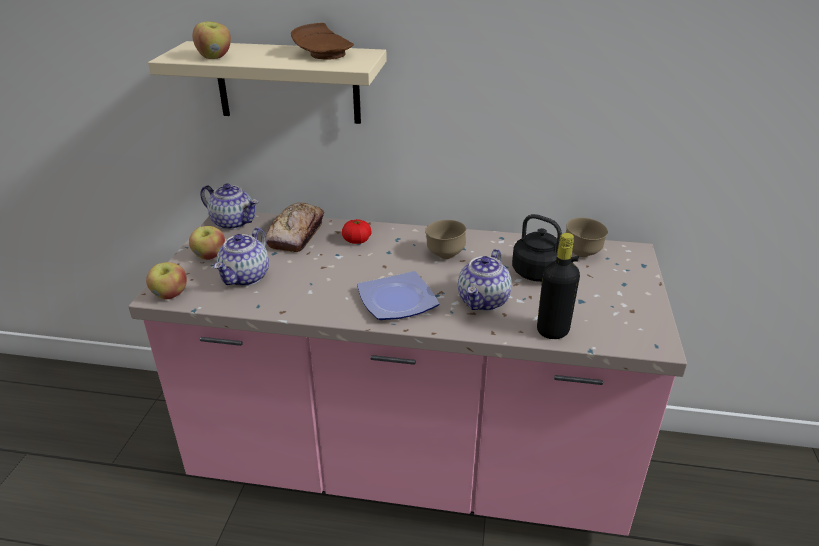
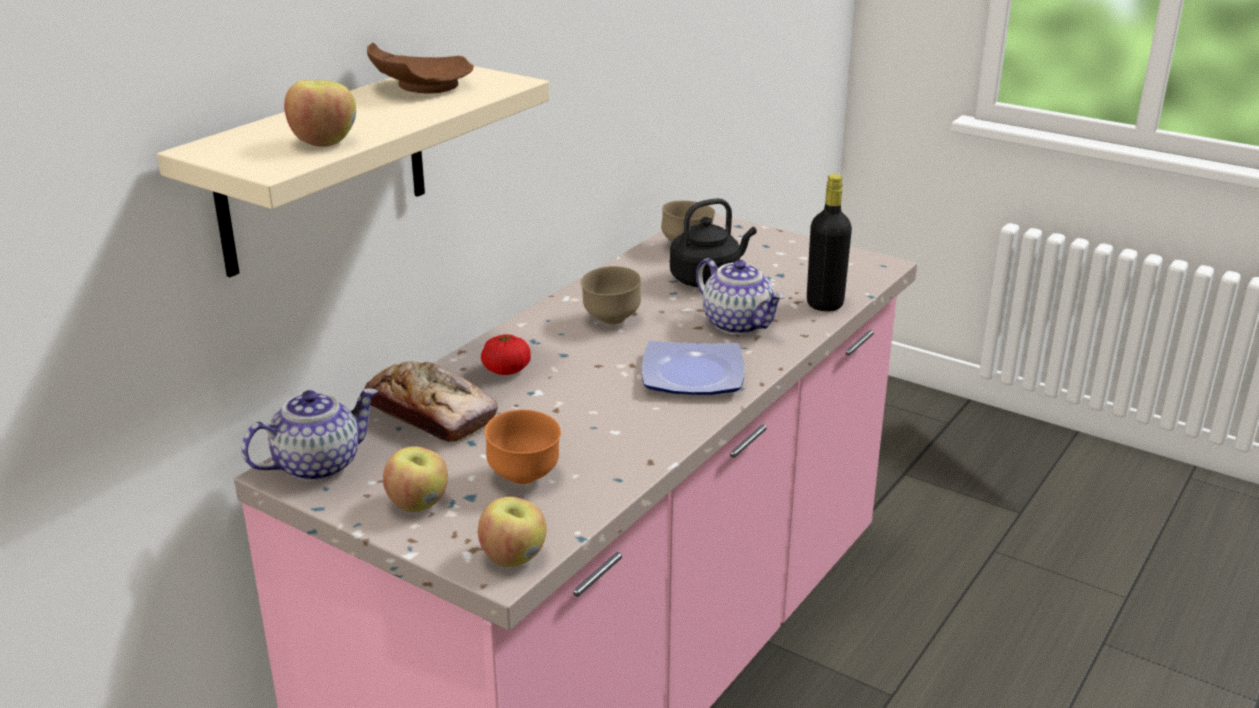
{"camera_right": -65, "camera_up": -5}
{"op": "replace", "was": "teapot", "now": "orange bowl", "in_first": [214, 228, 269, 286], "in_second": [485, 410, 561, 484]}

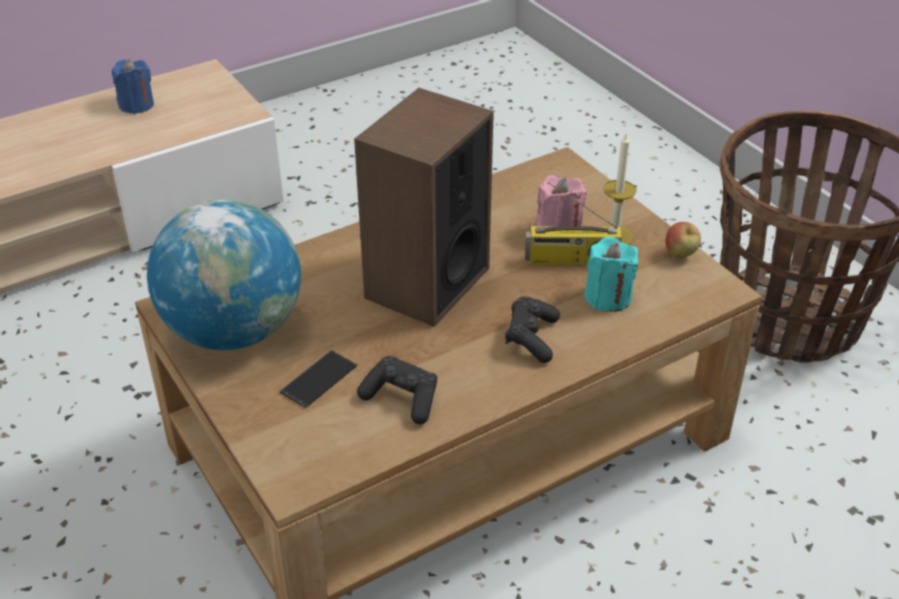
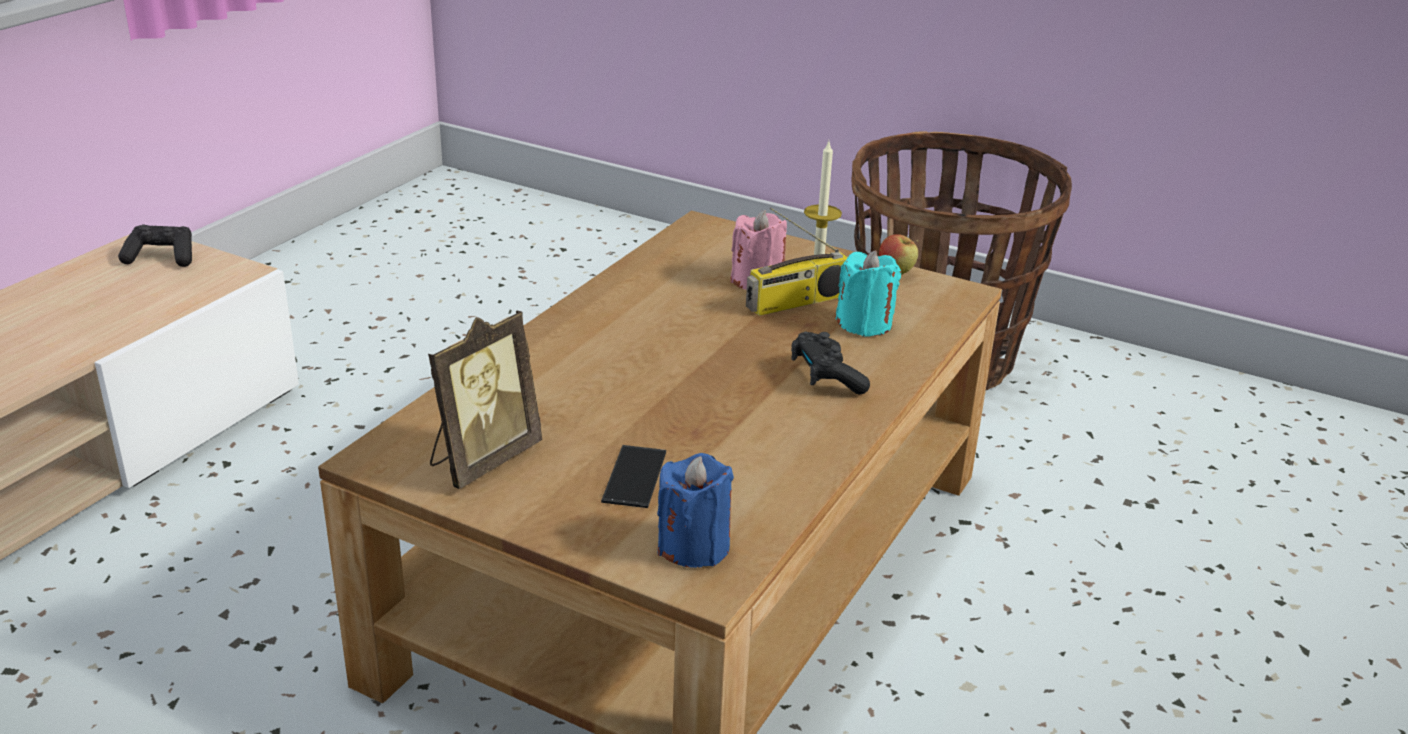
{"camera_right": -30, "camera_up": -10}
{"op": "delete", "was": "speaker", "in_first": [354, 88, 494, 327]}
{"op": "move", "was": "blue candle", "in_first": [112, 59, 154, 114], "in_second": [657, 453, 734, 568]}
{"op": "move", "was": "black game controller", "in_first": [357, 356, 437, 424], "in_second": [118, 225, 192, 267]}
{"op": "replace", "was": "globe", "now": "picture frame", "in_first": [147, 199, 301, 350], "in_second": [428, 311, 542, 489]}

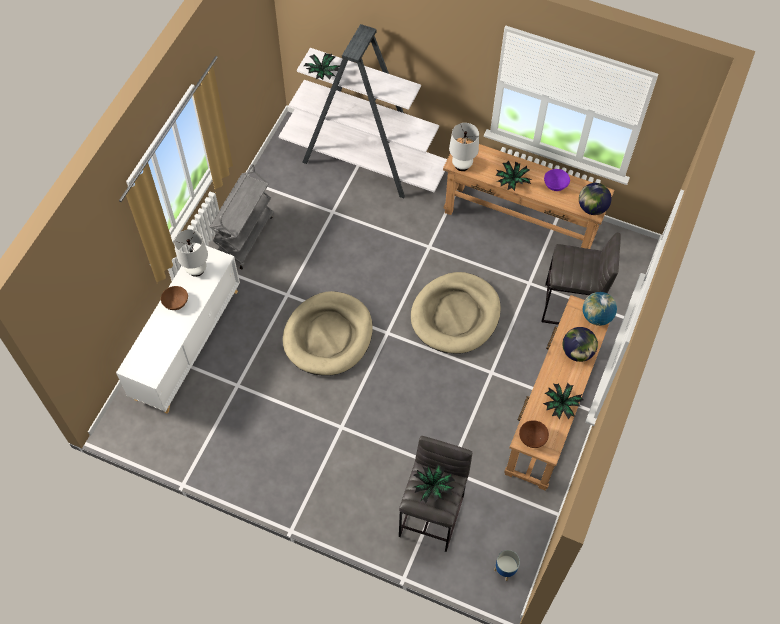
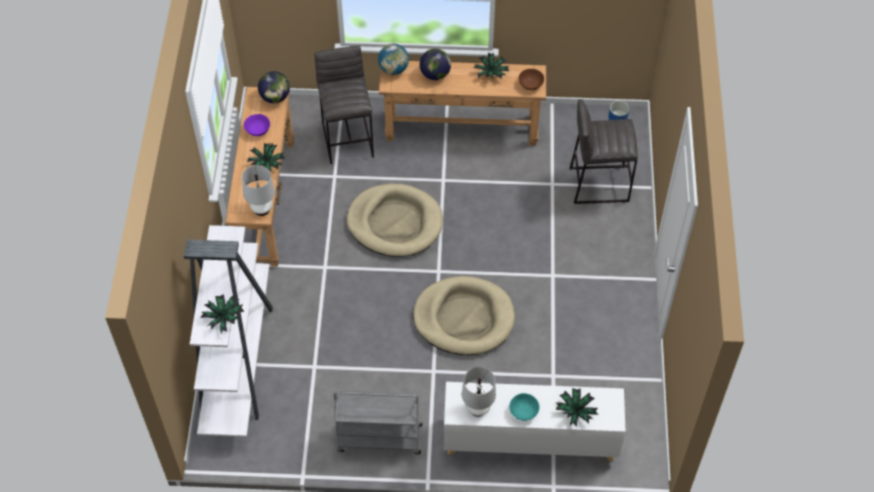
{"camera_right": -110, "camera_up": -5}
{"op": "move", "was": "potted plant", "in_first": [414, 464, 455, 503], "in_second": [556, 388, 598, 427]}
{"op": "recolor", "was": "brown bowl", "now": "turquoise bowl", "in_first": [161, 286, 188, 310], "in_second": [509, 393, 540, 421]}

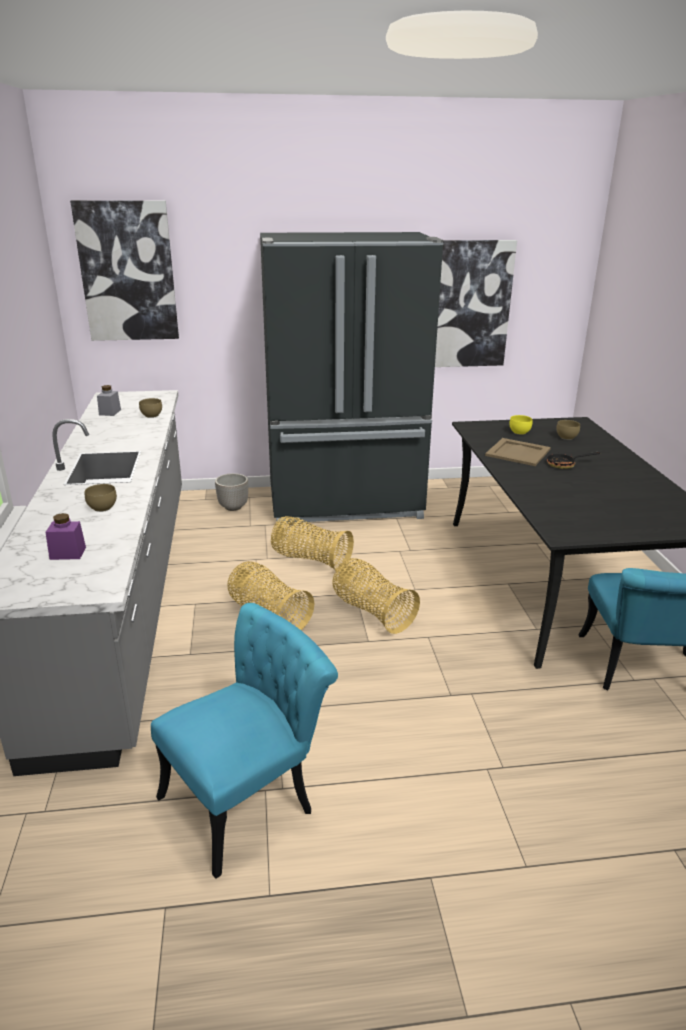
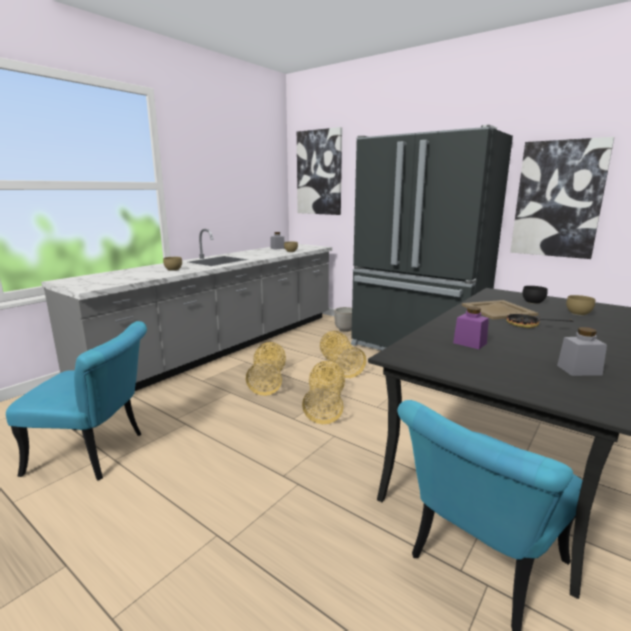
{"camera_right": 45, "camera_up": -10}
{"op": "insert", "now": "grey jar", "in_second": [557, 327, 607, 376]}
{"op": "move", "was": "purple jar", "in_first": [45, 513, 86, 560], "in_second": [453, 306, 489, 349]}
{"op": "recolor", "was": "yellow bowl", "now": "black bowl", "in_first": [509, 415, 532, 435], "in_second": [522, 286, 548, 304]}

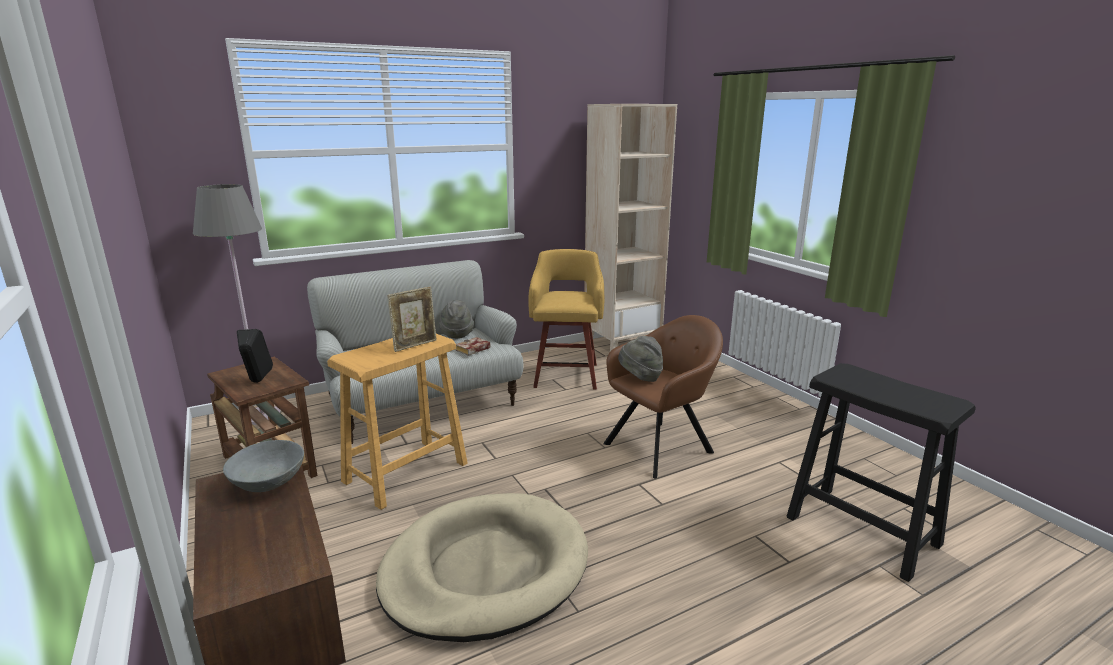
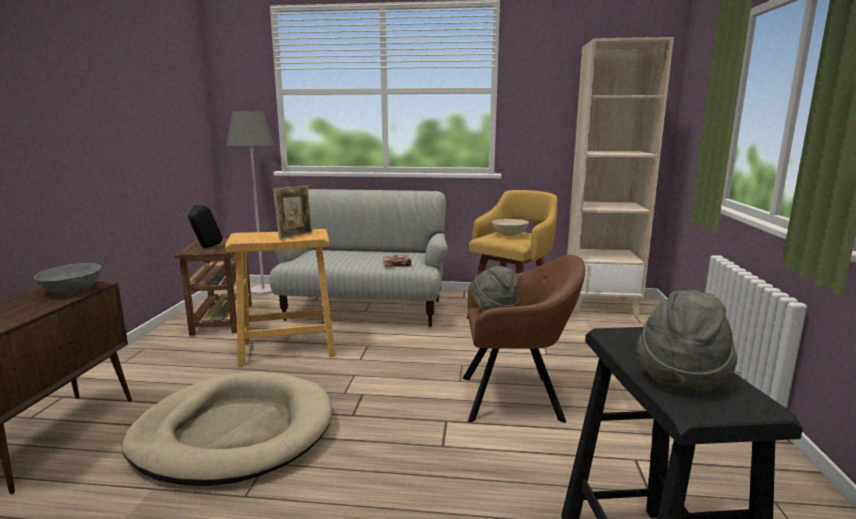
{"camera_right": 35, "camera_up": -5}
{"op": "insert", "now": "beige bowl", "in_second": [492, 219, 529, 236]}
{"op": "move", "was": "grey hat", "in_first": [439, 300, 474, 339], "in_second": [637, 290, 737, 395]}
{"op": "rotate", "was": "picture frame", "in_first": [387, 287, 437, 352], "in_second": [273, 186, 313, 240], "clockwise": -45}

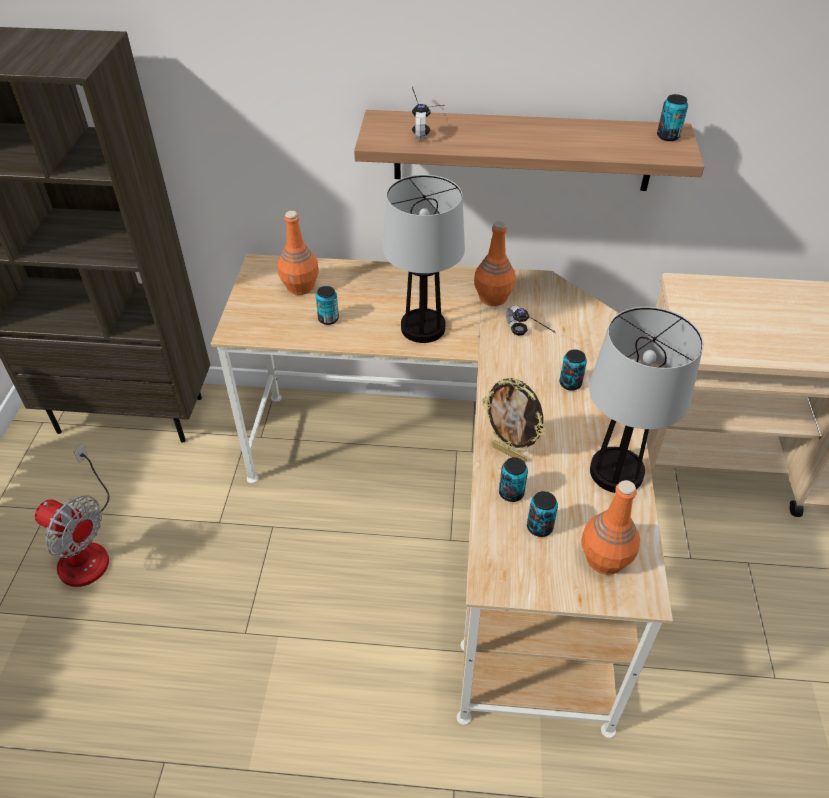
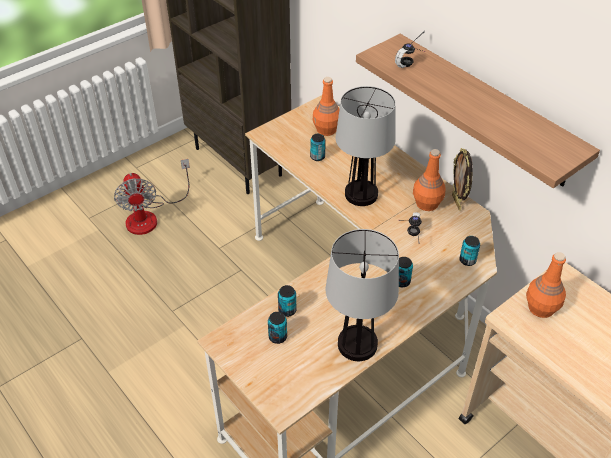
{"camera_right": 45, "camera_up": 0}
{"op": "move", "was": "picture frame", "in_first": [482, 378, 545, 462], "in_second": [452, 148, 473, 211]}
{"op": "move", "was": "orange bottle", "in_first": [581, 480, 640, 575], "in_second": [526, 252, 566, 318]}
{"op": "move", "was": "can", "in_first": [657, 94, 688, 141], "in_second": [459, 236, 480, 266]}

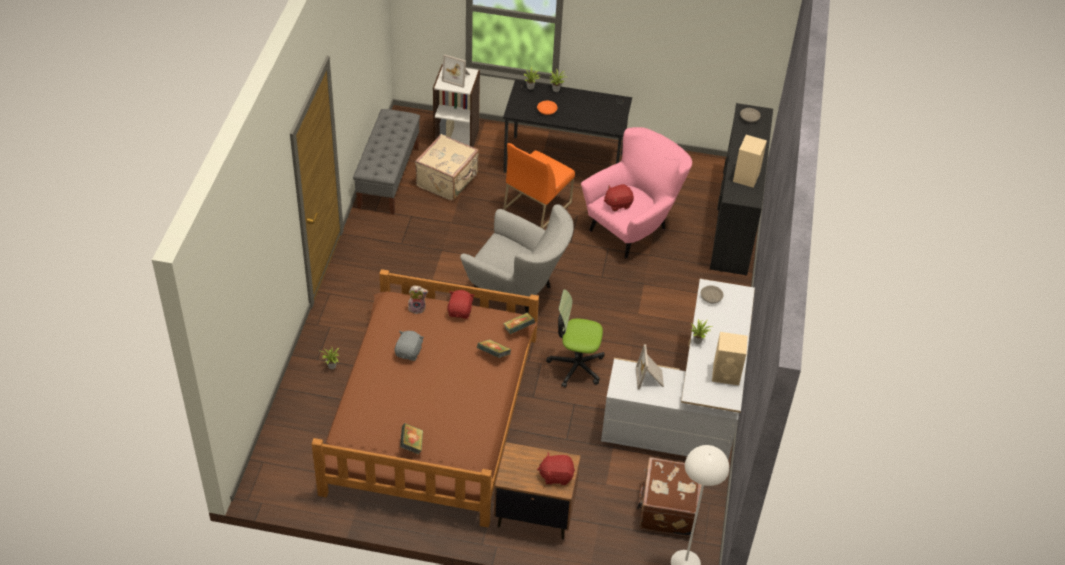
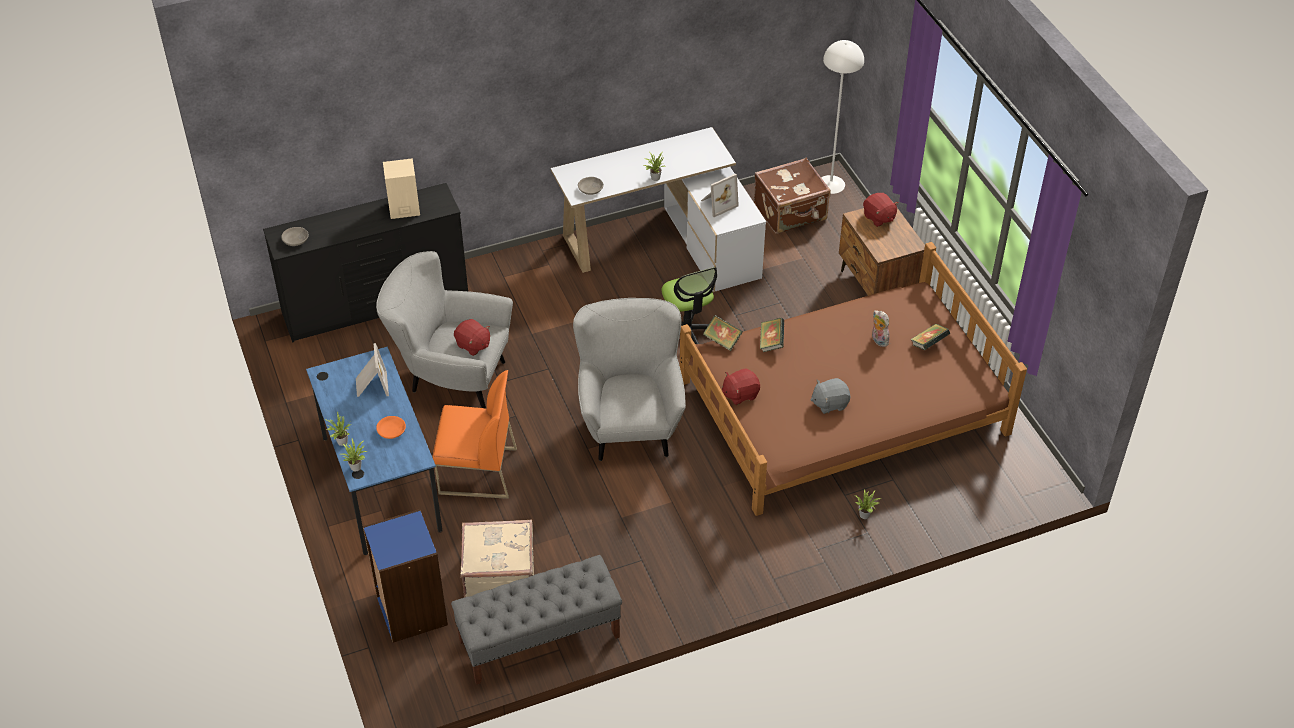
{"camera_right": -120, "camera_up": 0}
{"op": "delete", "was": "beige speaker", "in_first": [712, 332, 748, 385]}
{"op": "move", "was": "plush toy", "in_first": [408, 286, 428, 314], "in_second": [872, 310, 889, 347]}
{"op": "move", "was": "picture frame", "in_first": [442, 54, 470, 88], "in_second": [356, 343, 389, 397]}
{"op": "recolor", "was": "white bookcase", "now": "blue bookcase", "in_first": [433, 64, 480, 147], "in_second": [363, 509, 448, 643]}
{"op": "recolor", "was": "black desk", "now": "blue desk", "in_first": [503, 80, 632, 173], "in_second": [306, 347, 443, 555]}
{"op": "recolor", "was": "pink armchair", "now": "grey armchair", "in_first": [581, 127, 692, 259], "in_second": [376, 251, 513, 408]}

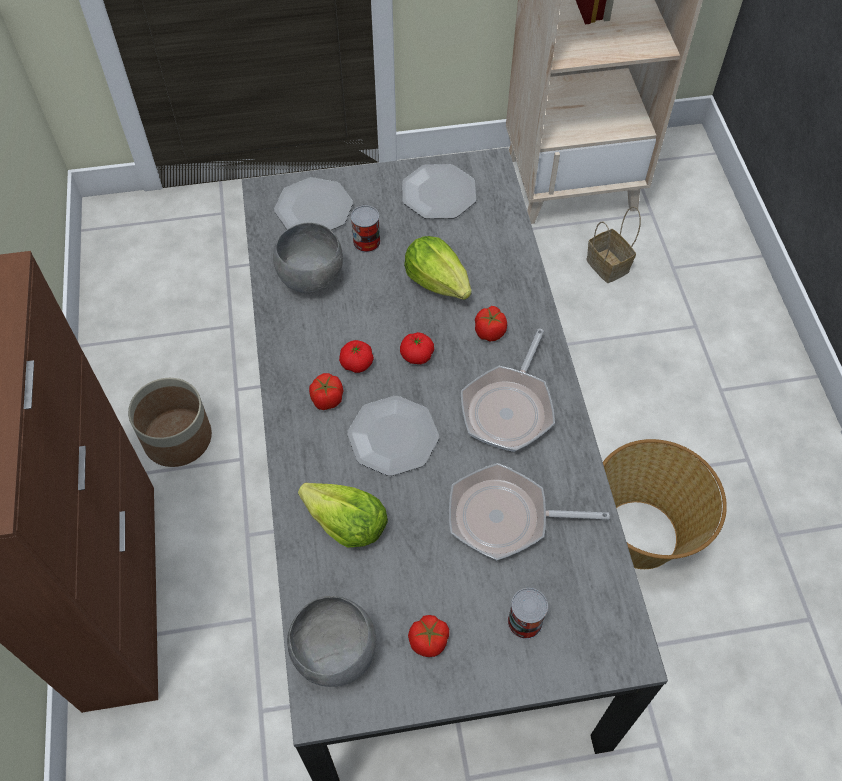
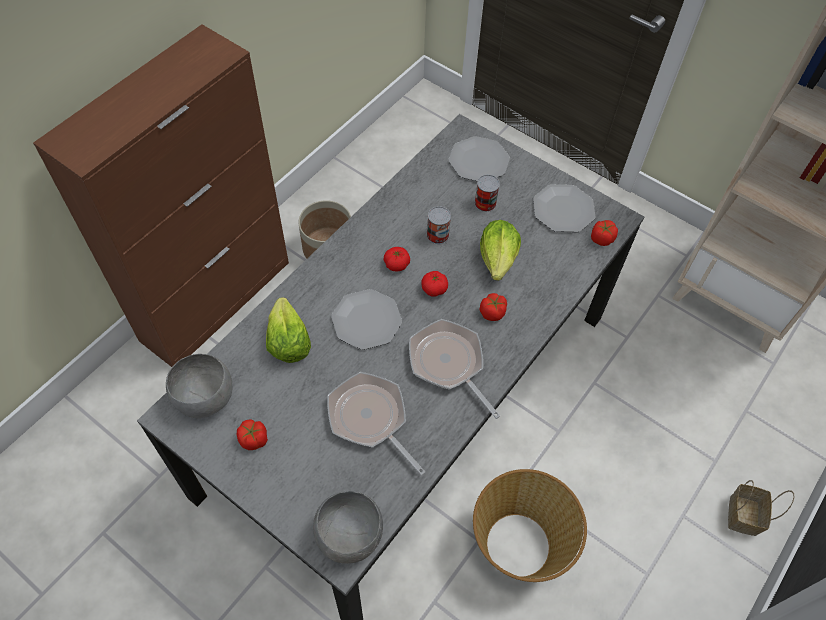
{"camera_right": 45, "camera_up": 0}
{"op": "move", "was": "grey bowl", "in_first": [273, 222, 343, 293], "in_second": [313, 491, 383, 564]}
{"op": "move", "was": "tomato", "in_first": [309, 373, 343, 410], "in_second": [591, 220, 618, 246]}
{"op": "move", "was": "can", "in_first": [508, 588, 548, 639], "in_second": [427, 206, 451, 244]}
{"op": "move", "was": "basket", "in_first": [586, 206, 641, 283], "in_second": [728, 480, 794, 536]}
{"op": "rotate", "was": "frying pan", "in_first": [461, 328, 555, 452], "in_second": [409, 319, 500, 419], "clockwise": 75}

